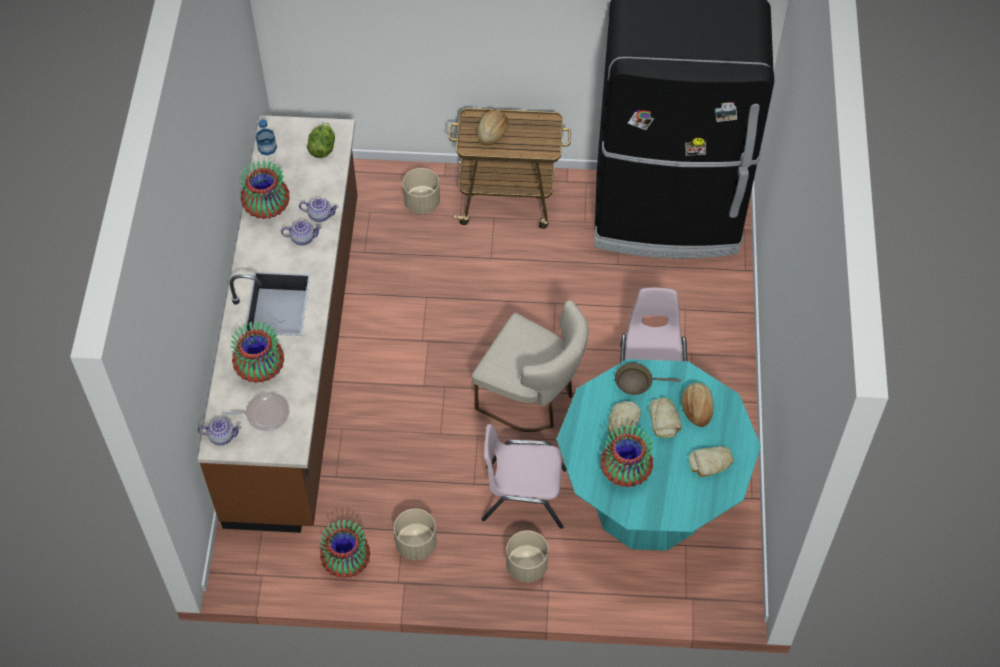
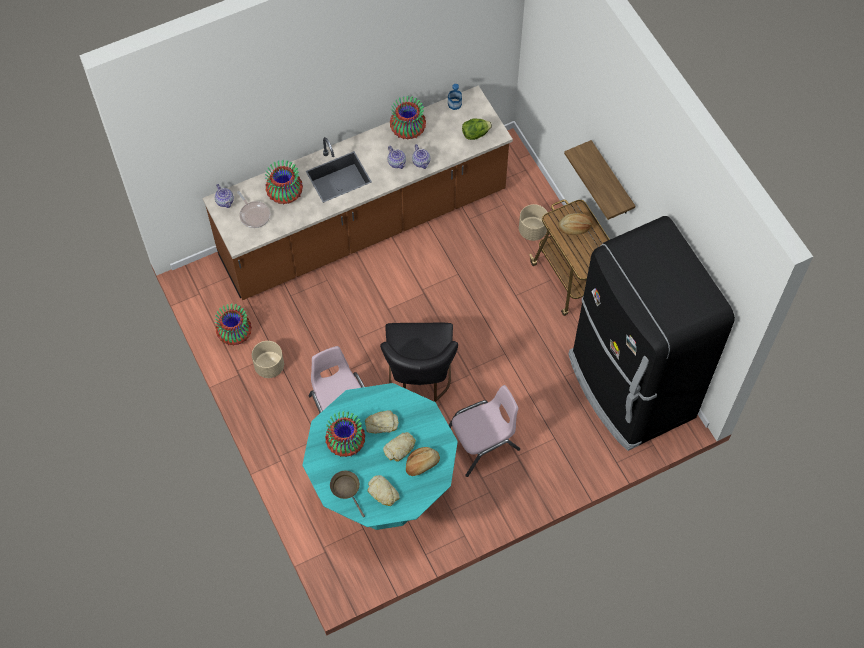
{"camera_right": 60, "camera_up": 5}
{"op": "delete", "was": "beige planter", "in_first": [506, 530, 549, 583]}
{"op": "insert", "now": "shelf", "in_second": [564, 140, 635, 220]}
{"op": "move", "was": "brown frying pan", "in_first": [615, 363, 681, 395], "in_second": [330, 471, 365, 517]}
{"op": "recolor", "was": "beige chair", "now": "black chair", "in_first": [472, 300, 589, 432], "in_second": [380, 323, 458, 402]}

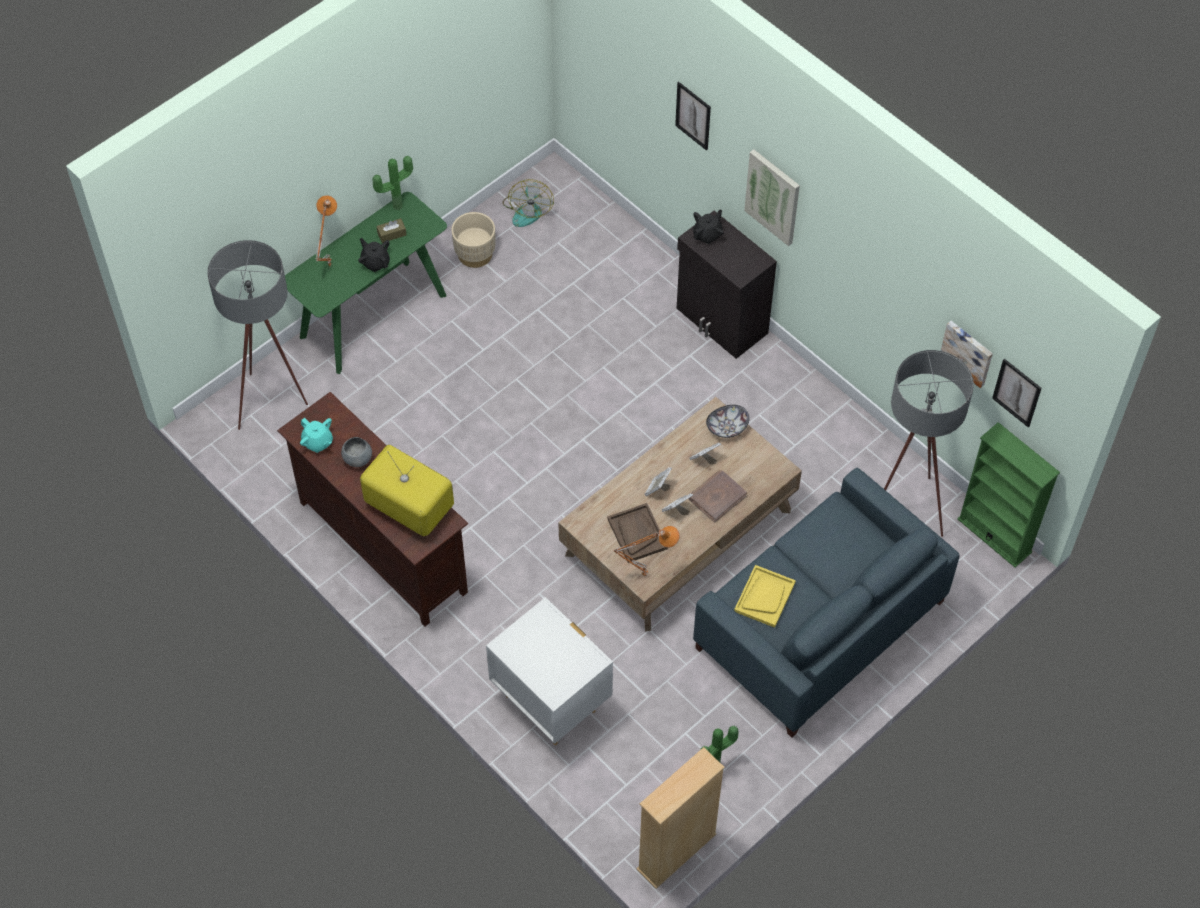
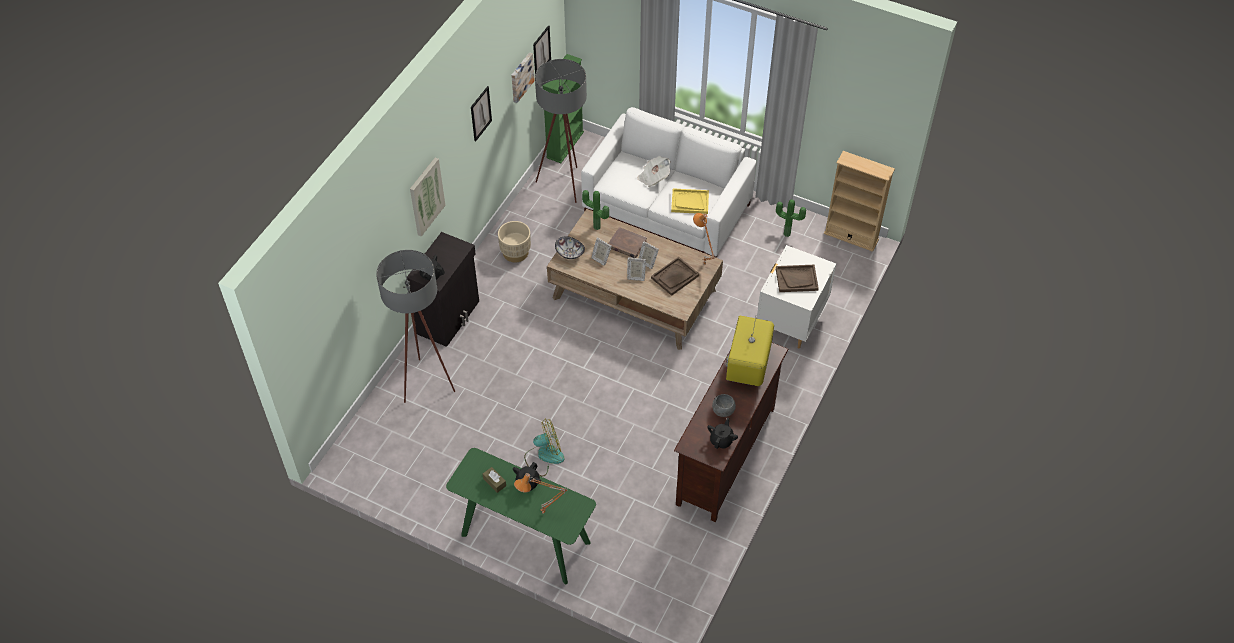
{"camera_right": -110, "camera_up": -5}
{"op": "insert", "now": "newspaper", "in_second": [637, 156, 671, 187]}
{"op": "insert", "now": "brown tray", "in_second": [776, 265, 819, 292]}
{"op": "move", "was": "grey floor lamp", "in_first": [207, 240, 308, 430], "in_second": [376, 250, 455, 403]}
{"op": "move", "was": "potted plant", "in_first": [372, 156, 413, 210], "in_second": [582, 190, 609, 230]}
{"op": "move", "was": "beige planter", "in_first": [452, 212, 495, 268], "in_second": [498, 221, 531, 262]}
{"op": "move", "was": "fan", "in_first": [503, 179, 554, 227], "in_second": [524, 419, 565, 476]}
{"op": "move", "was": "picture", "in_first": [675, 82, 711, 151], "in_second": [471, 86, 492, 142]}
{"op": "recolor", "was": "turquoise teapot", "now": "black teapot", "in_first": [300, 418, 333, 453], "in_second": [707, 418, 738, 449]}
{"op": "recolor", "was": "blue sofa", "now": "white sofa", "in_first": [693, 468, 960, 738], "in_second": [581, 107, 757, 258]}

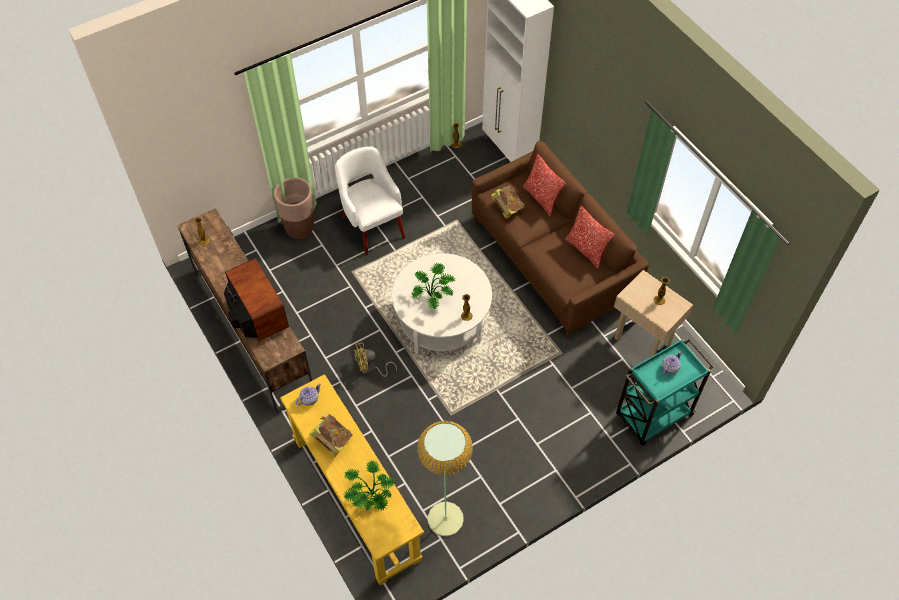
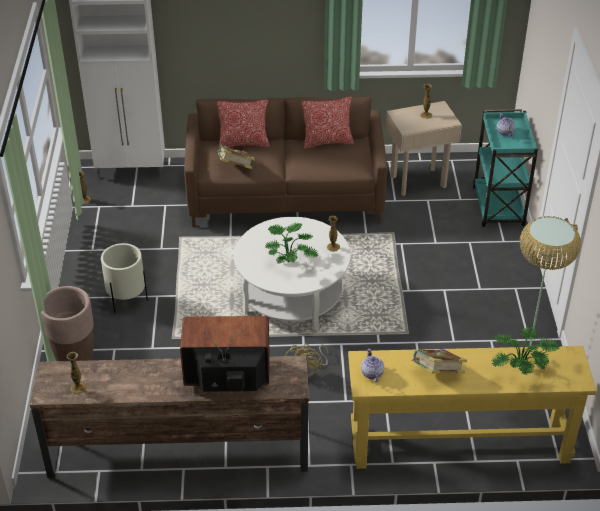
{"camera_right": -60, "camera_up": -15}
{"op": "replace", "was": "white armchair", "now": "beige planter", "in_first": [335, 146, 405, 255], "in_second": [101, 243, 148, 313]}

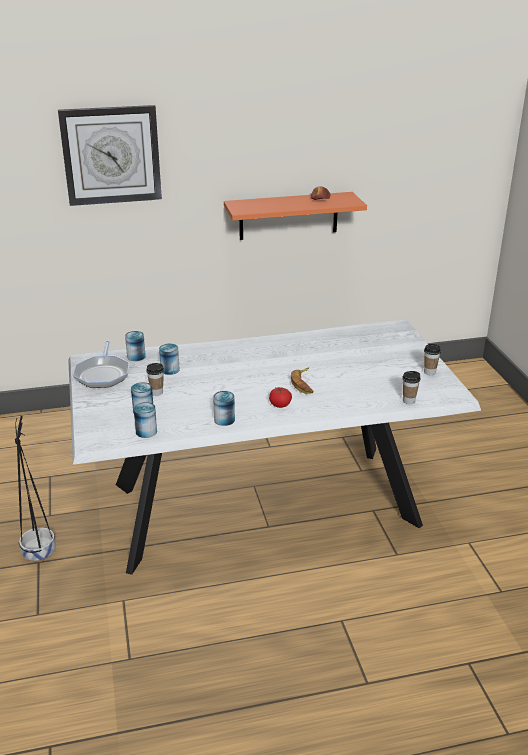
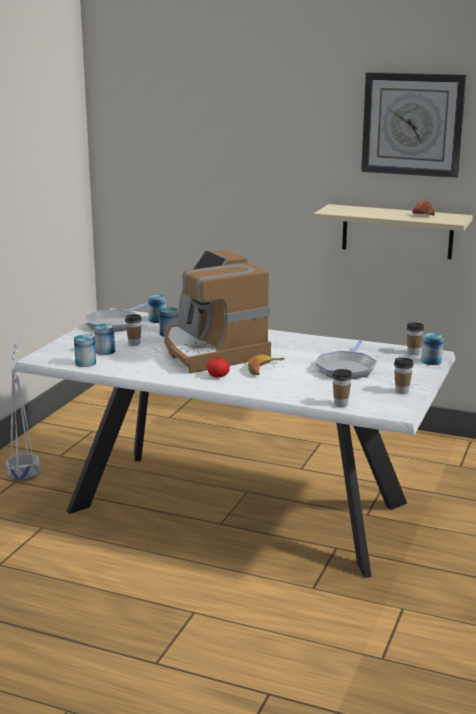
{"camera_right": 35, "camera_up": -10}
{"op": "insert", "now": "coffee machine", "in_second": [164, 249, 271, 374]}
{"op": "insert", "now": "frying pan", "in_second": [315, 341, 377, 379]}
{"op": "insert", "now": "cup", "in_second": [406, 322, 424, 355]}
{"op": "move", "was": "wall clock", "in_first": [58, 105, 162, 206], "in_second": [361, 72, 466, 178]}
{"op": "move", "was": "can", "in_first": [213, 391, 235, 426], "in_second": [421, 333, 444, 365]}
{"op": "recolor", "was": "black planter", "now": "white planter", "in_first": [15, 416, 56, 562], "in_second": [6, 335, 40, 482]}
{"op": "recolor", "was": "orange shelf", "now": "beige shelf", "in_first": [224, 192, 367, 240], "in_second": [314, 204, 473, 259]}

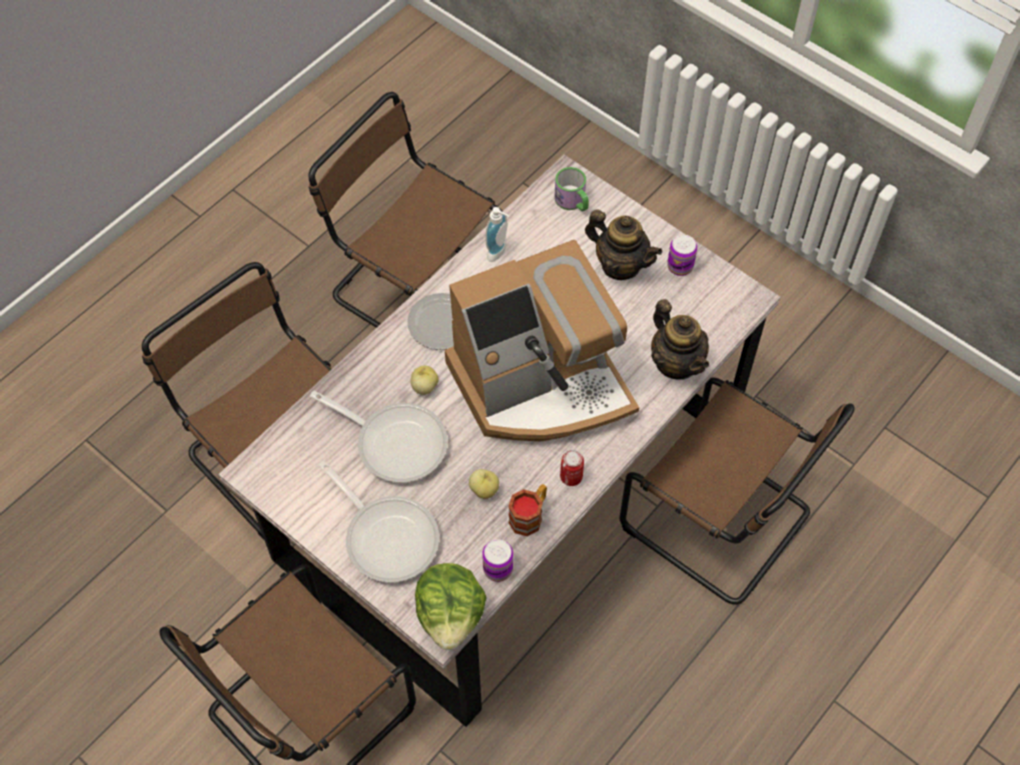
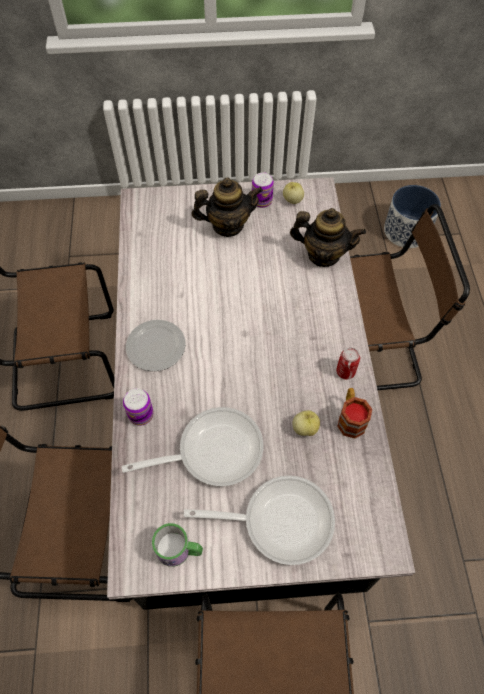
{"camera_right": -45, "camera_up": 0}
{"op": "delete", "was": "lettuce", "in_first": [415, 563, 487, 650]}
{"op": "delete", "was": "coffee machine", "in_first": [445, 240, 639, 441]}
{"op": "delete", "was": "soap dispenser", "in_first": [485, 207, 509, 262]}
{"op": "insert", "now": "planter", "in_second": [384, 185, 441, 248]}
{"op": "move", "was": "apple", "in_first": [410, 366, 438, 395], "in_second": [283, 182, 304, 204]}
{"op": "move", "was": "can", "in_first": [482, 539, 513, 582], "in_second": [123, 388, 154, 426]}
{"op": "move", "was": "mug", "in_first": [554, 167, 589, 212], "in_second": [152, 523, 203, 567]}

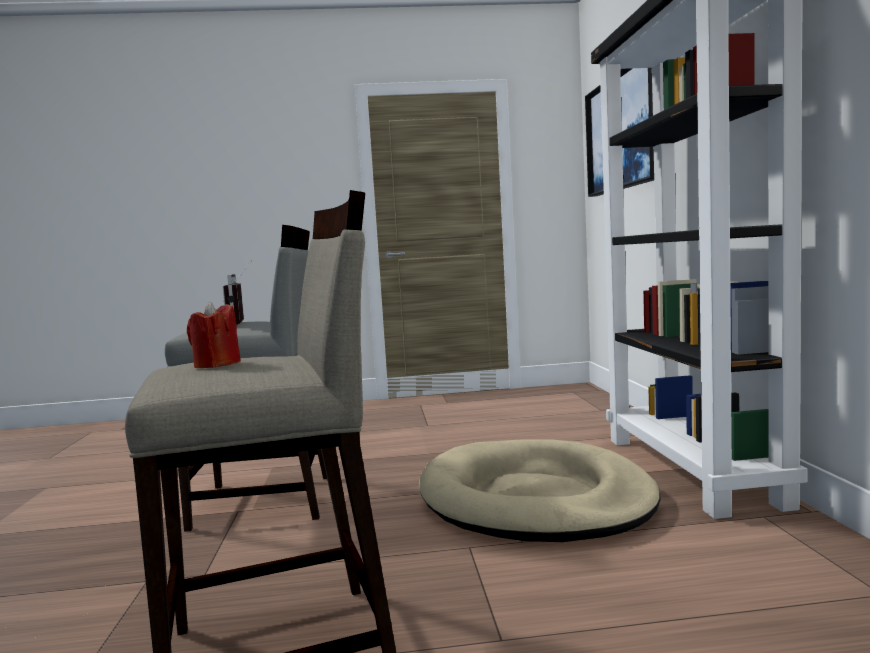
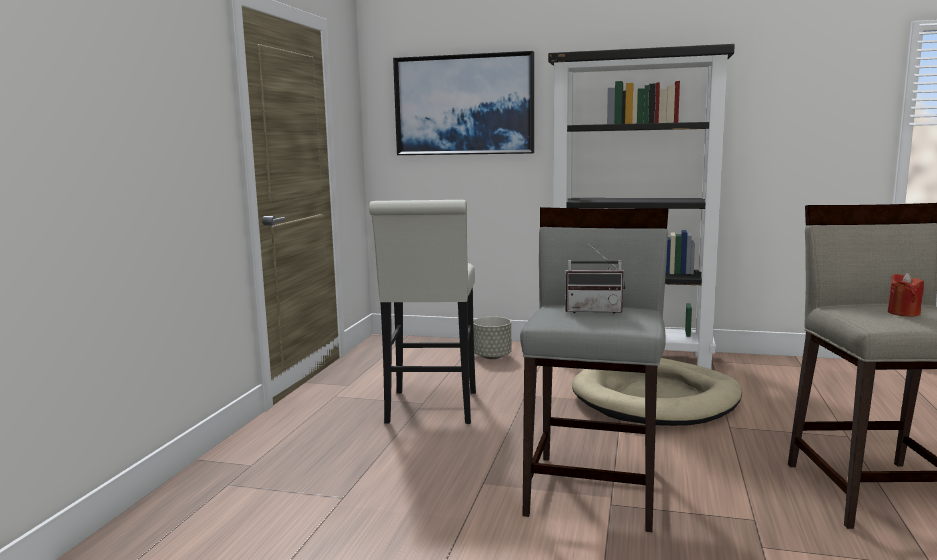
{"camera_right": -70, "camera_up": 5}
{"op": "insert", "now": "white stool", "in_second": [369, 200, 476, 424]}
{"op": "insert", "now": "grey planter", "in_second": [473, 317, 511, 359]}

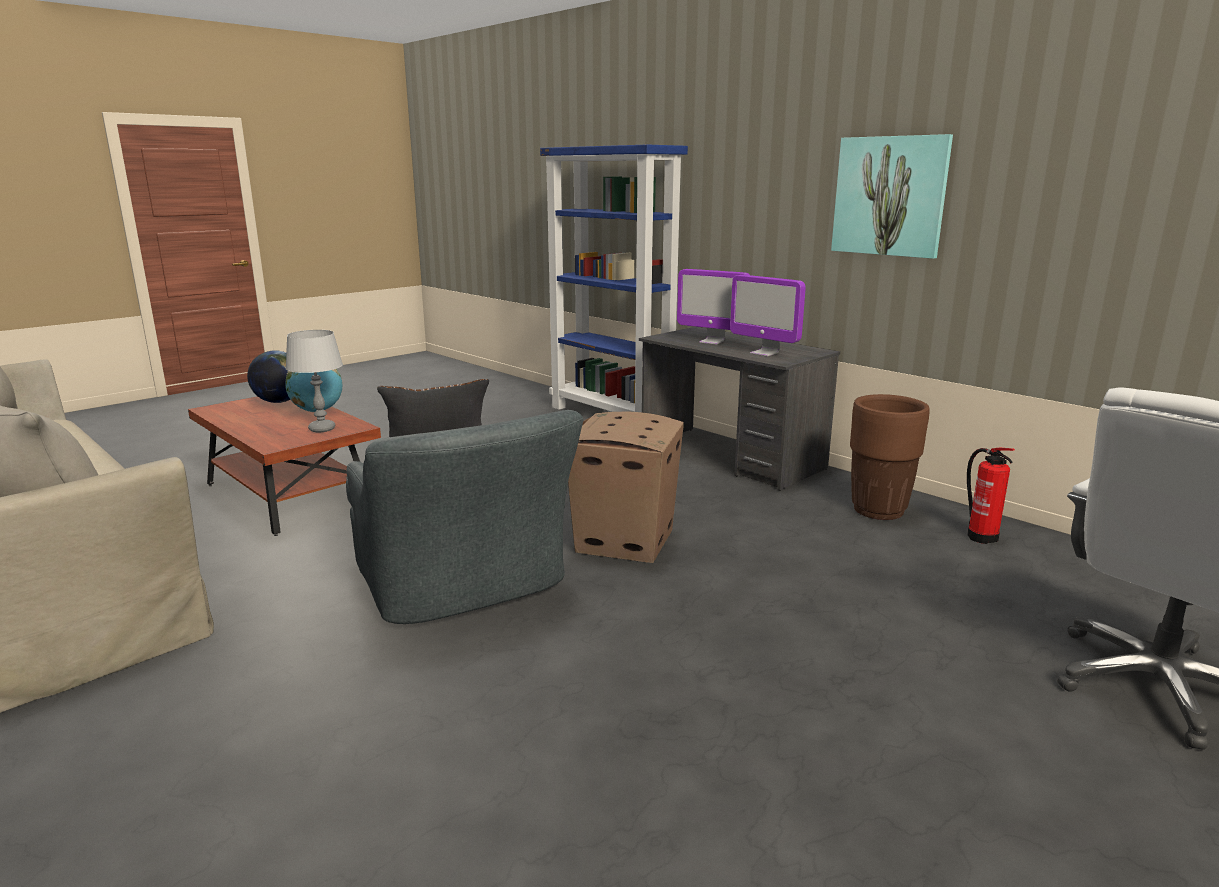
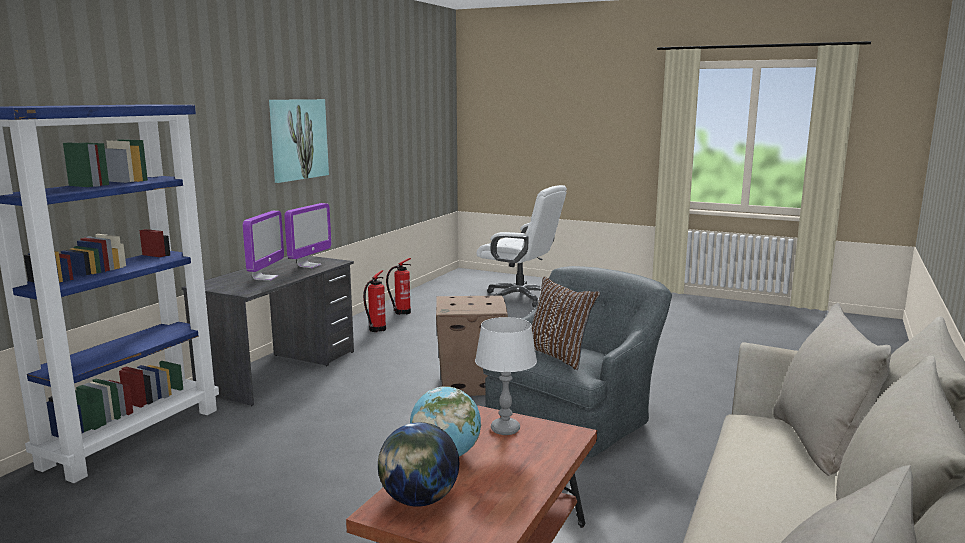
{"camera_right": -110, "camera_up": -5}
{"op": "replace", "was": "brown planter", "now": "fire extinguisher", "in_first": [850, 394, 930, 520], "in_second": [363, 270, 386, 332]}

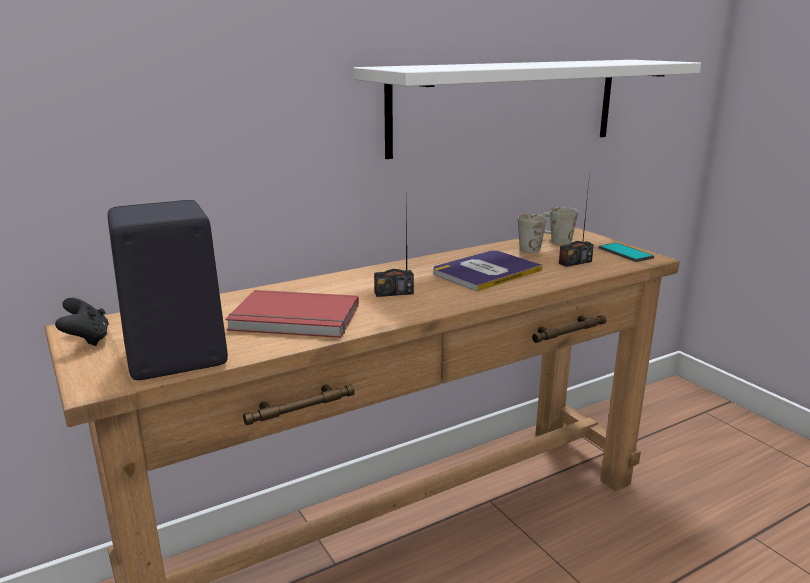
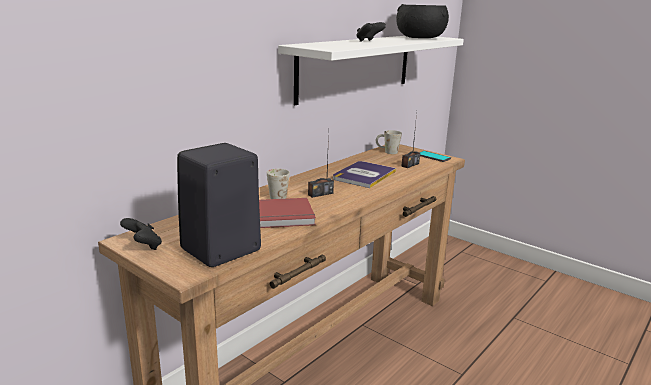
{"camera_right": -20, "camera_up": 0}
{"op": "insert", "now": "black game controller", "in_second": [356, 22, 386, 42]}
{"op": "insert", "now": "black bowl", "in_second": [396, 4, 449, 38]}
{"op": "move", "was": "white mug", "in_first": [518, 214, 547, 253], "in_second": [267, 169, 290, 199]}

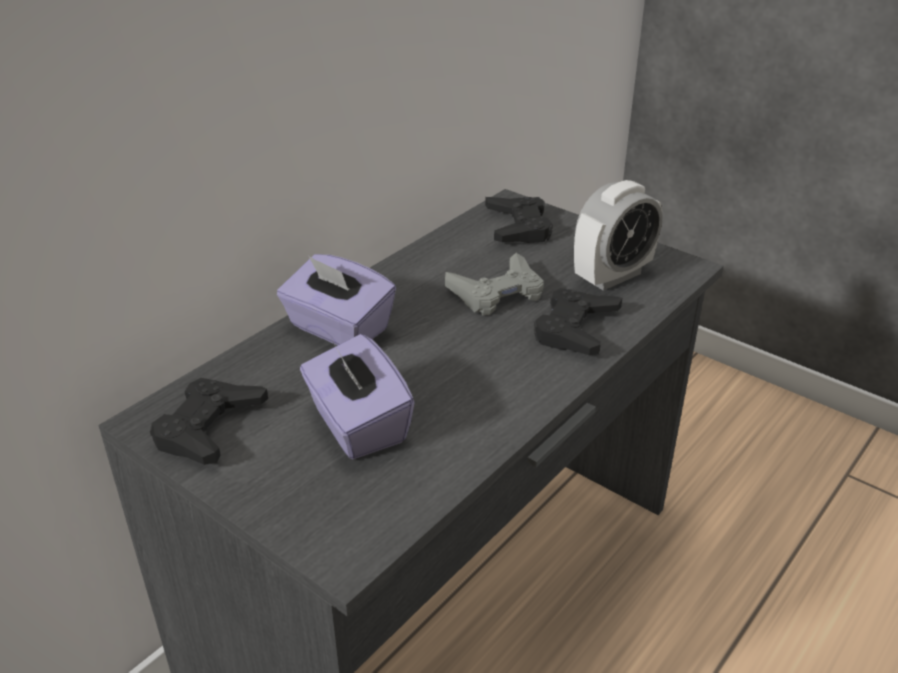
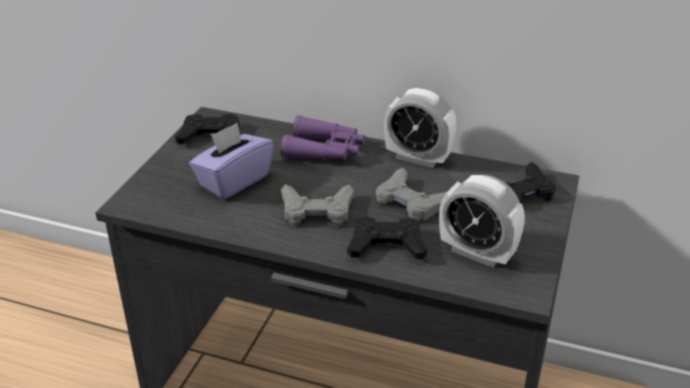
{"camera_right": 70, "camera_up": 0}
{"op": "insert", "now": "grey game controller", "in_second": [281, 184, 354, 226]}
{"op": "insert", "now": "alarm clock", "in_second": [384, 88, 456, 168]}
{"op": "replace", "was": "purple tissue box", "now": "purple binoculars", "in_first": [277, 254, 396, 346], "in_second": [280, 115, 365, 160]}

